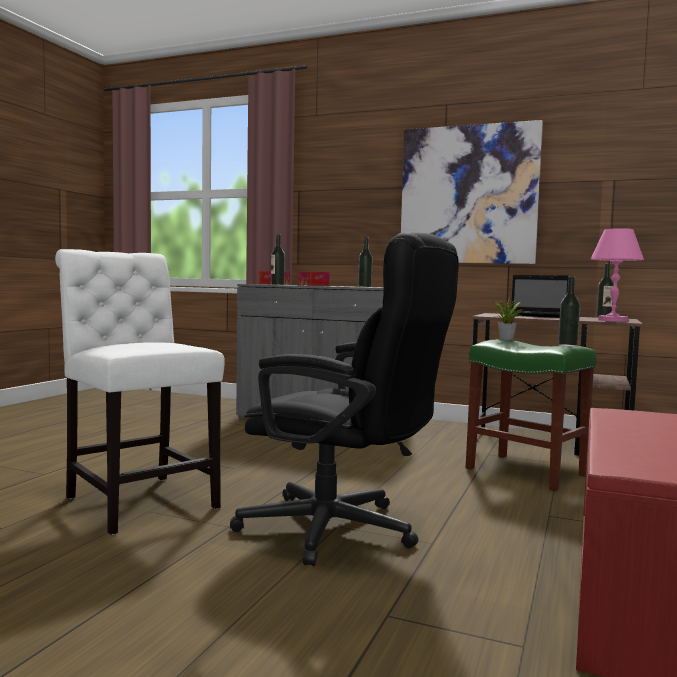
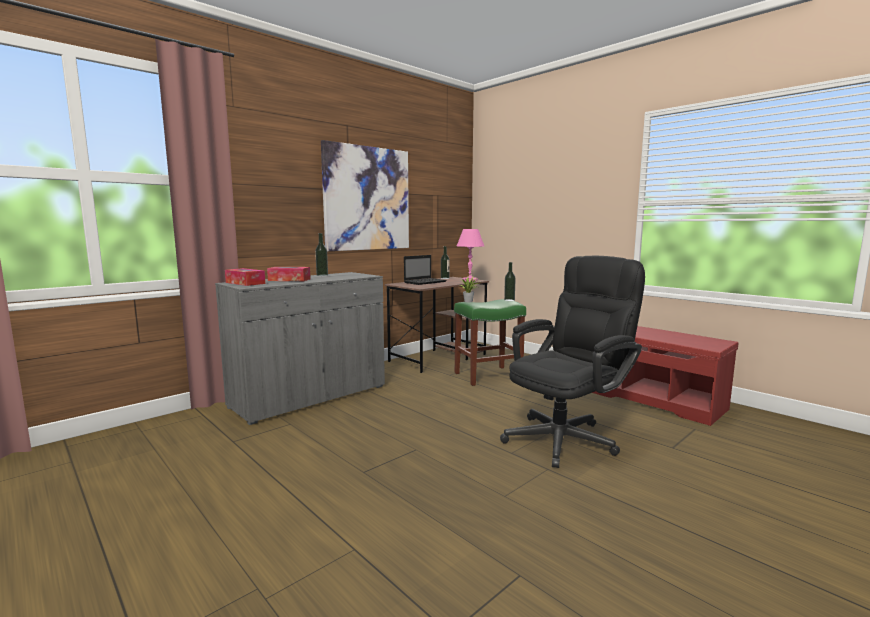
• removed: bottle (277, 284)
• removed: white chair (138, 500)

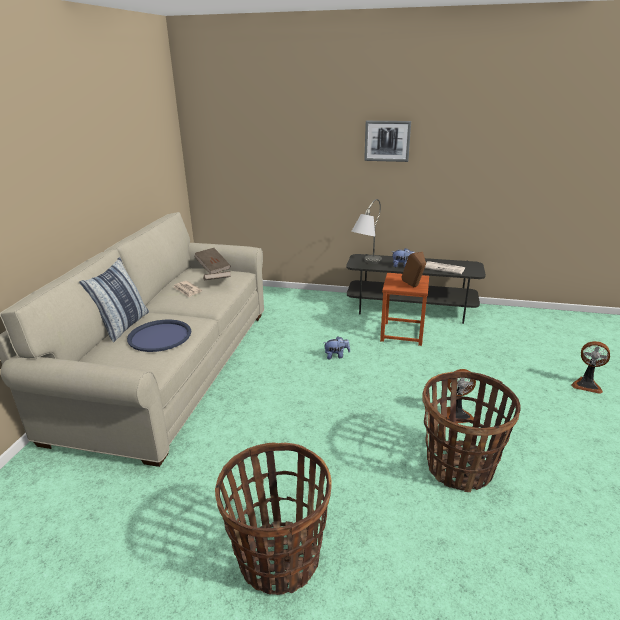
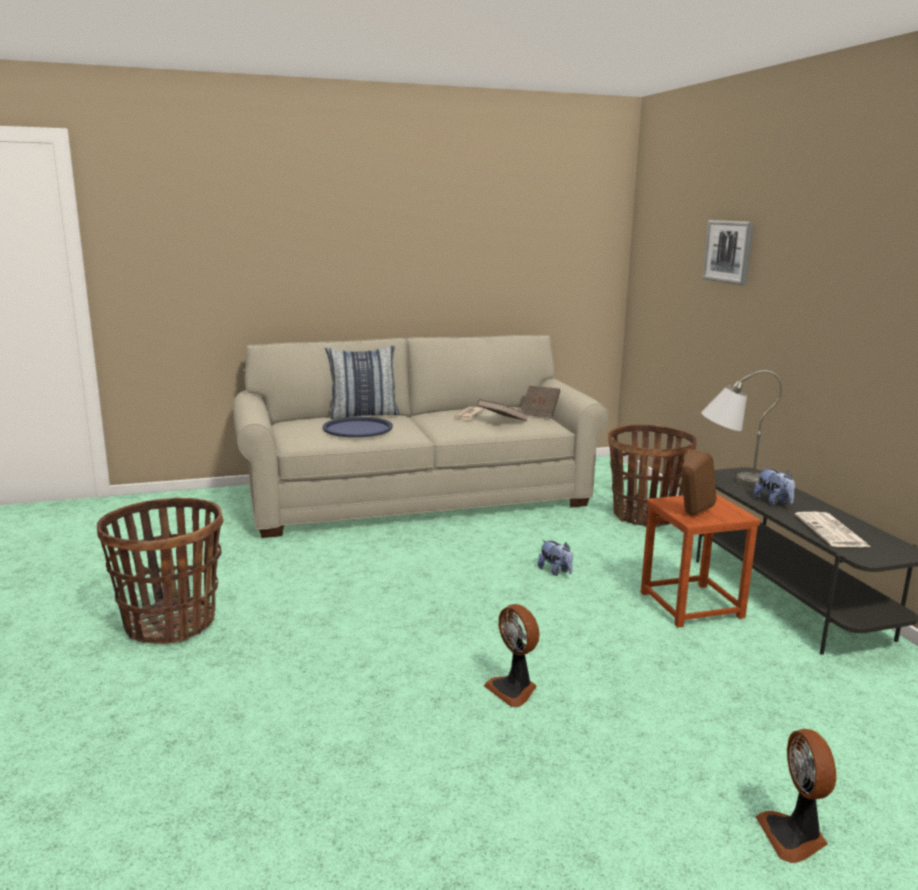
• moved: picture (387, 141) to (728, 251)
• moved: basket (459, 467) to (645, 516)

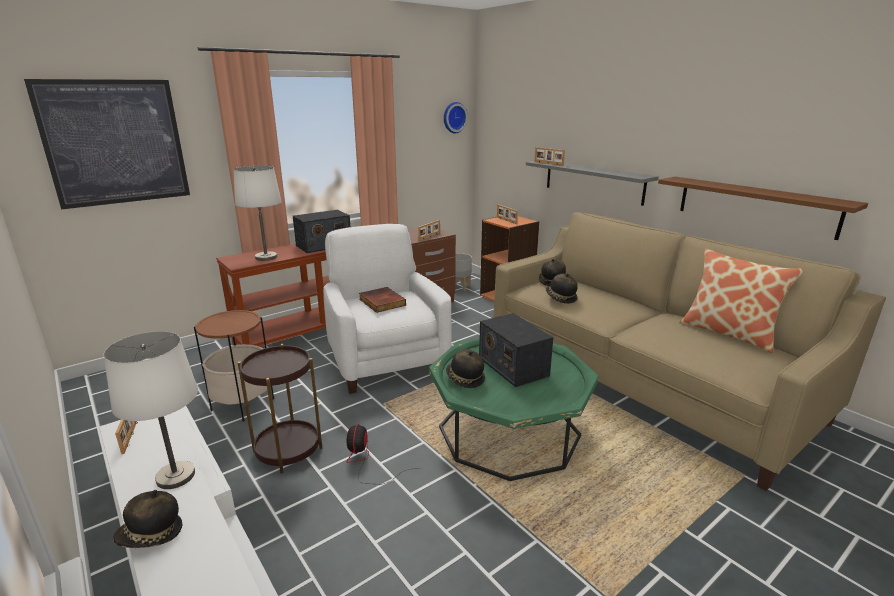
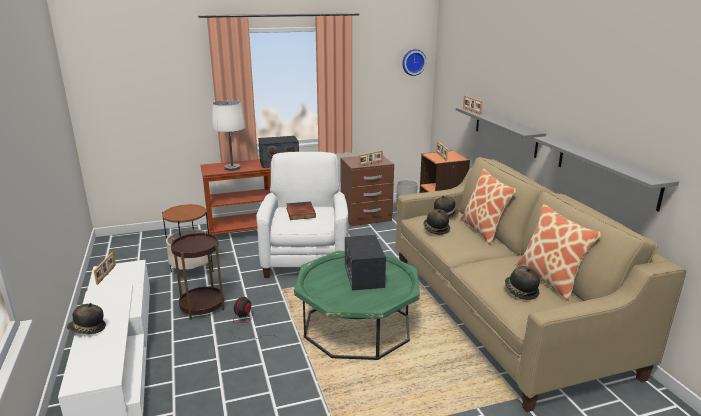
• removed: picture (115, 143)
• recoloured: brown shelf (755, 206) to grey shelf (606, 170)
• removed: white table lamp (176, 476)
• moved: hat (464, 379) to (520, 291)
• added: pillow (484, 230)

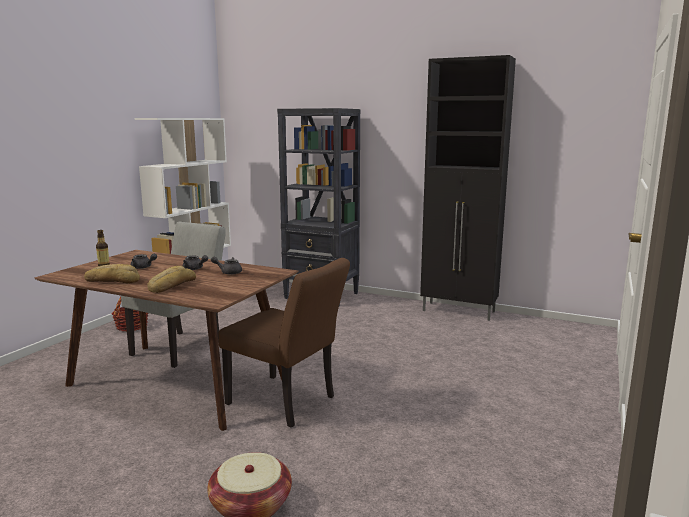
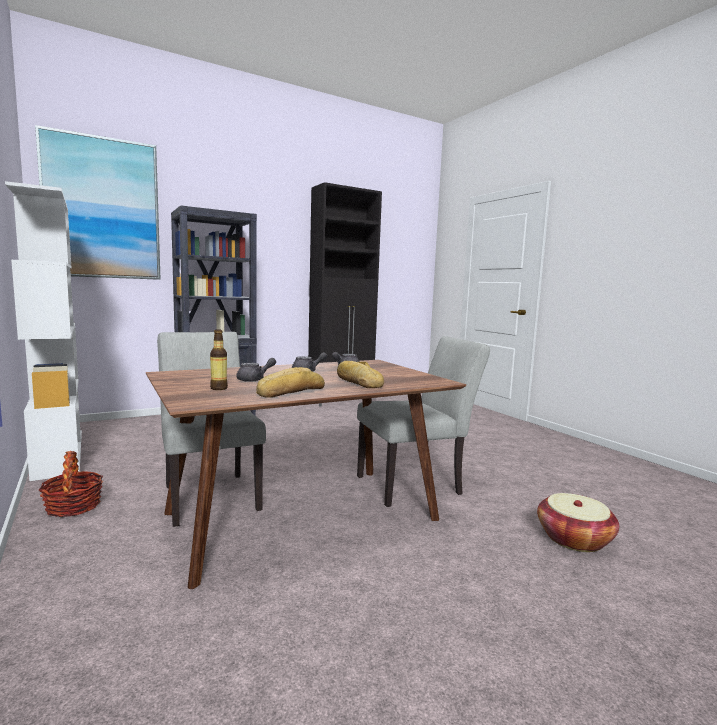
• recoloured: brown chair (287, 402) to grey chair (416, 484)
• added: picture (102, 209)

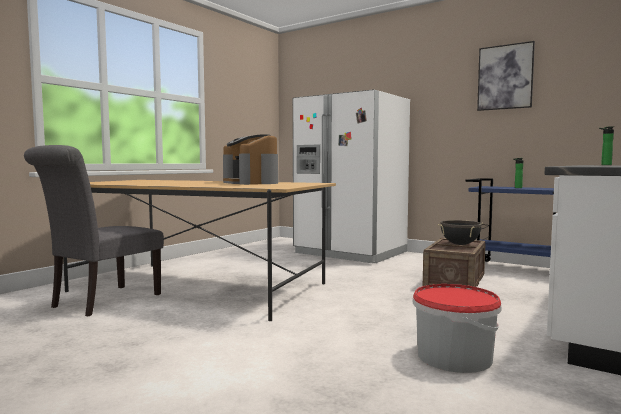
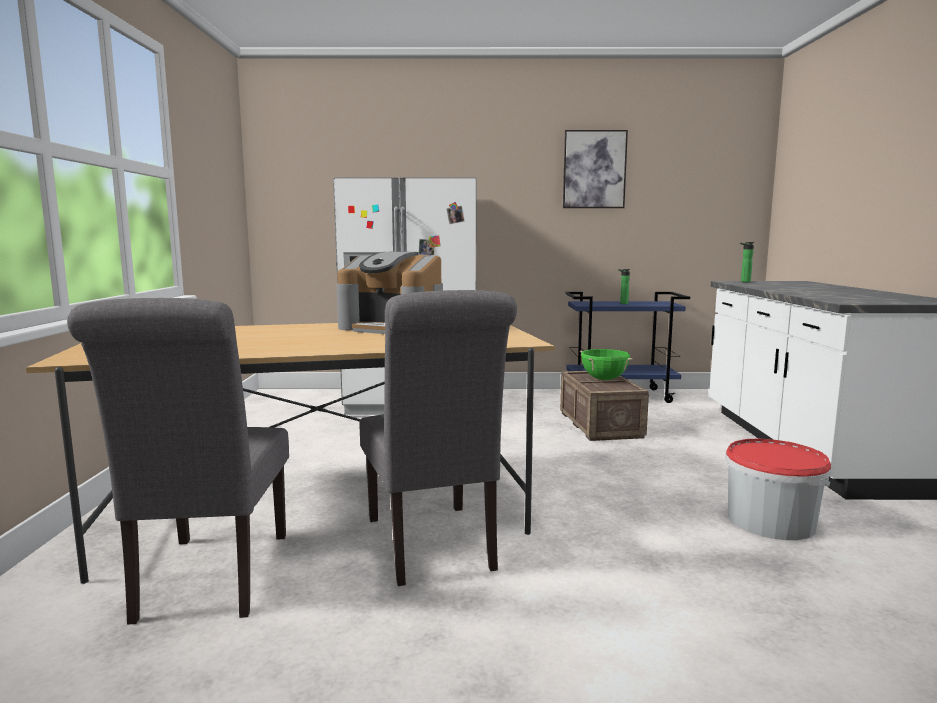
• recoloured: black cooking pot (460, 244) to green cooking pot (604, 379)
• added: grey chair (433, 547)

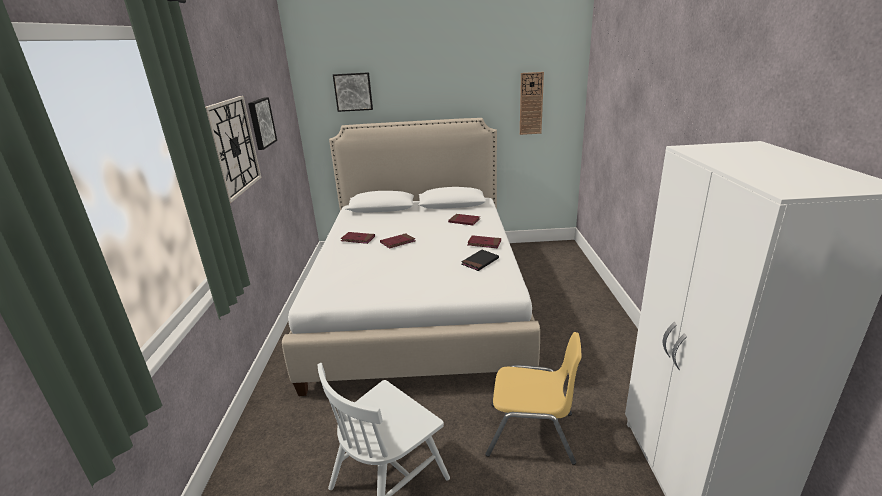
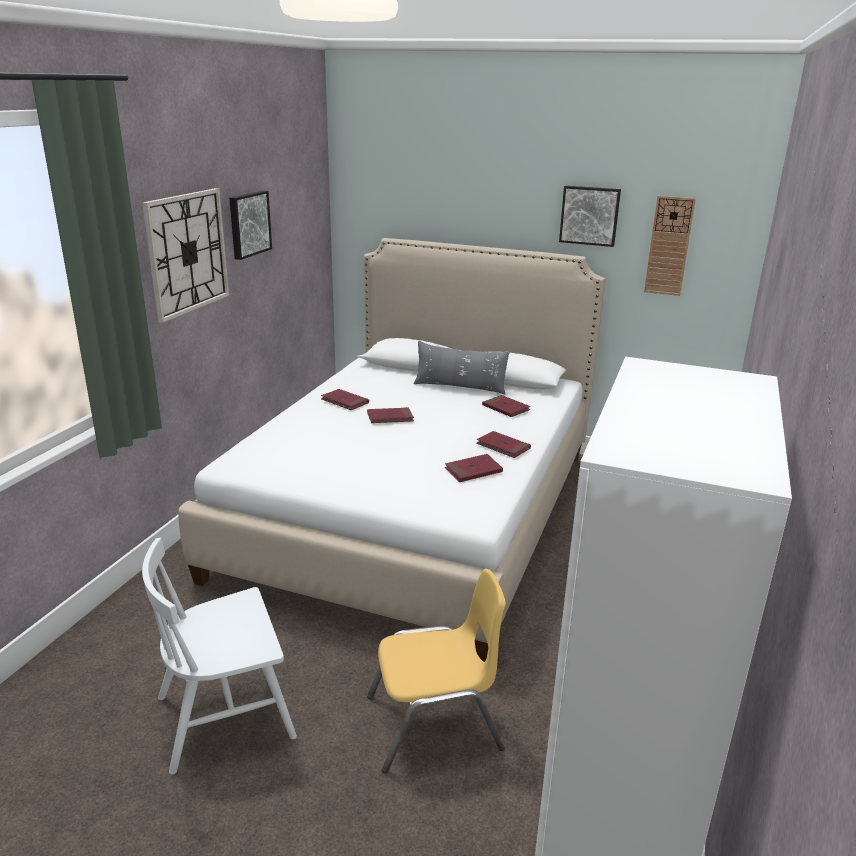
• moved: picture (353, 92) to (589, 215)
• recoloured: black book (480, 262) to red book (473, 471)
• turned: yellow chair (531, 433) = (434, 724) 45 degrees counterclockwise
• added: grey pillow (460, 387)

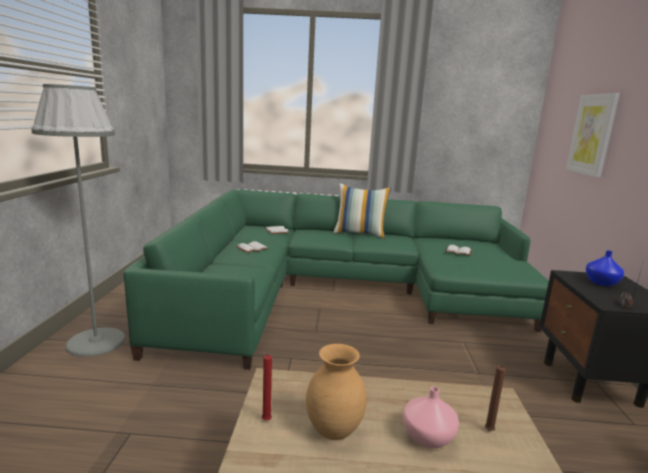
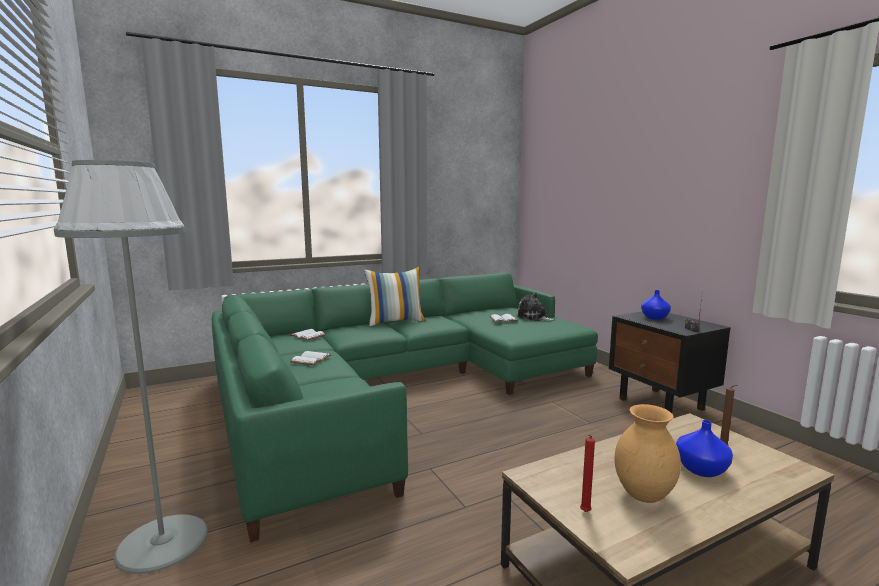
• removed: picture (592, 134)
• recoloured: pink vase (426, 437) to blue vase (700, 470)
• added: plush toy (534, 318)

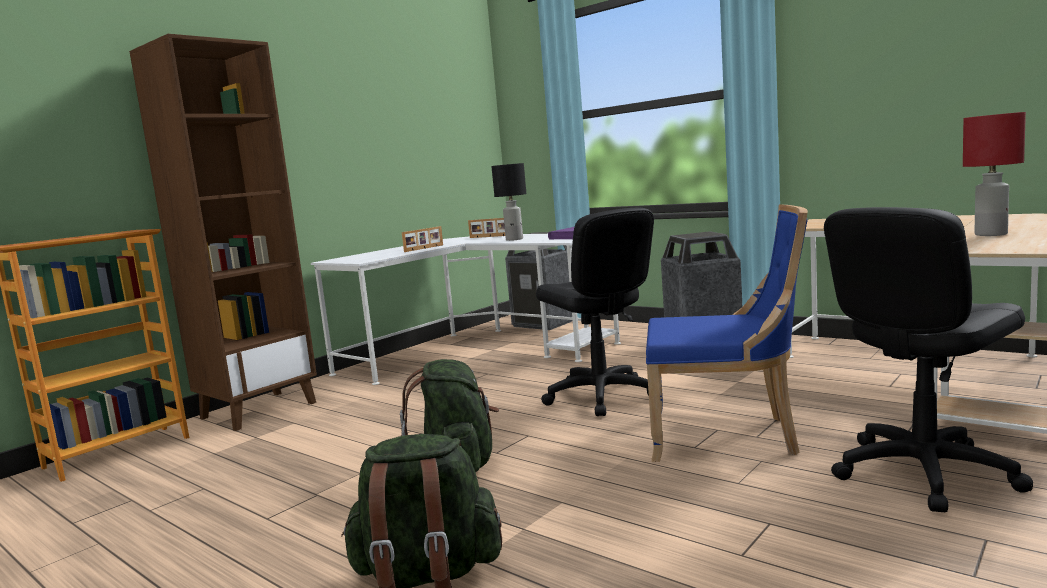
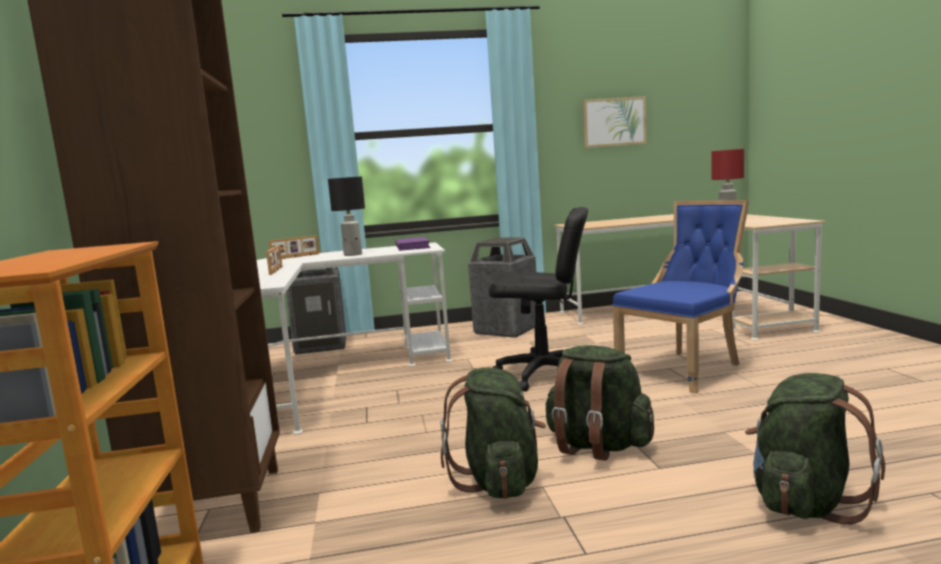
• removed: black office chair (922, 472)
• added: picture (614, 122)
• added: green backpack (499, 481)

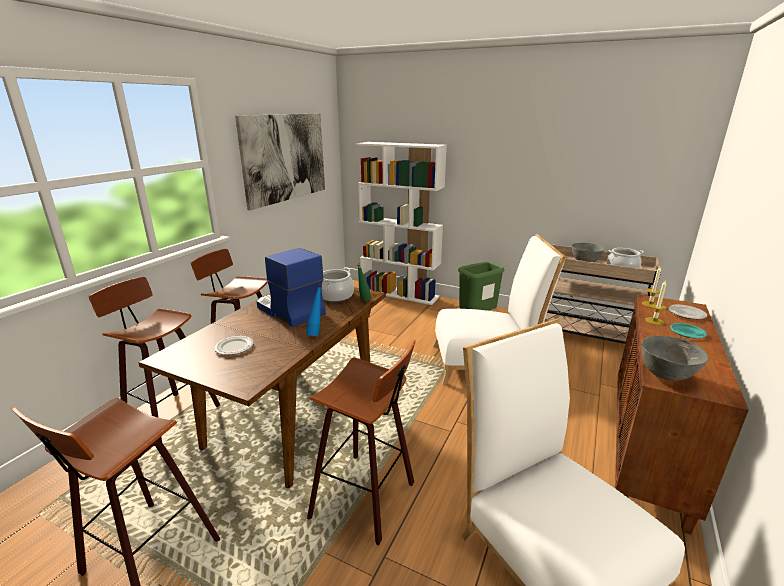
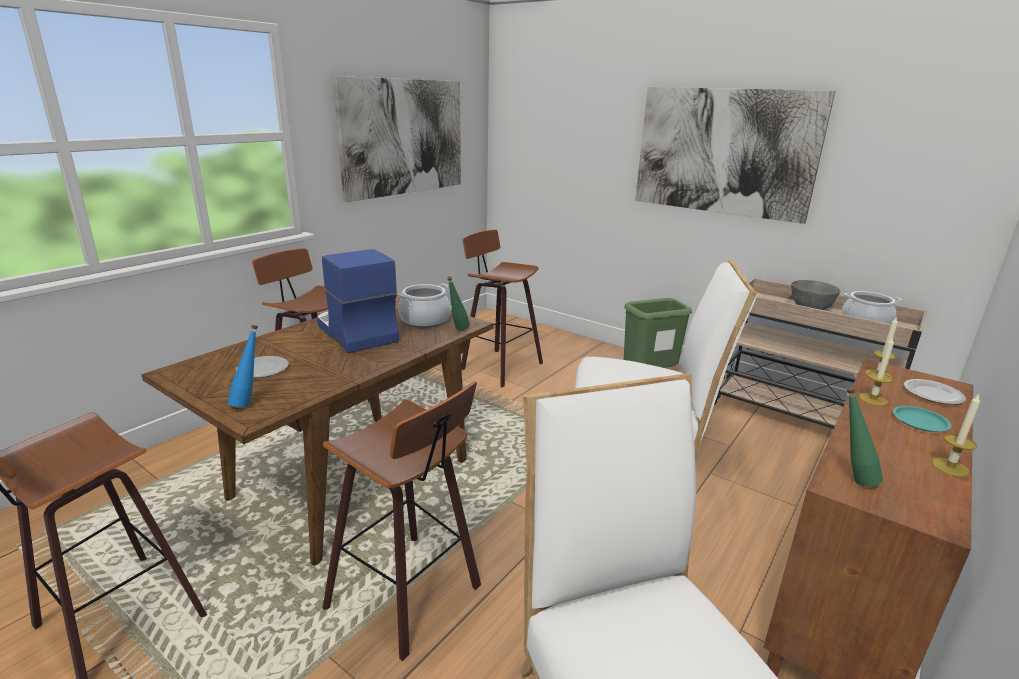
• removed: white bookcase (400, 294)
• moved: stool (168, 417) to (498, 366)
• moved: blue bottle (316, 333) to (249, 402)
• replaced: grey bowl (665, 375) to green bottle (851, 479)
• added: picture (724, 152)
• added: candle (950, 467)

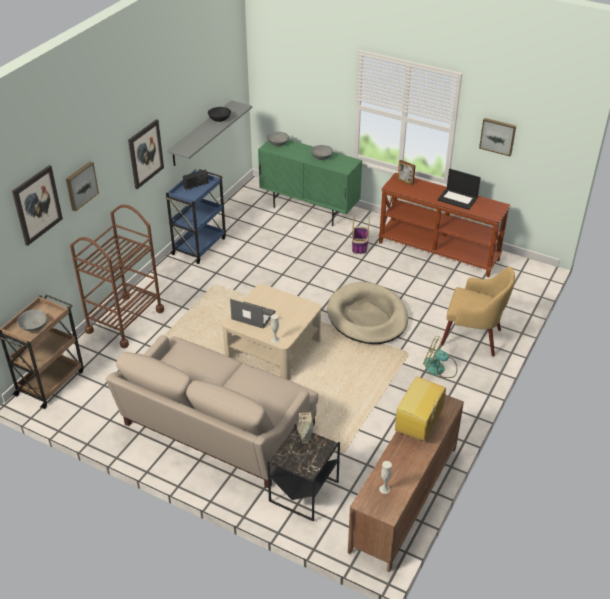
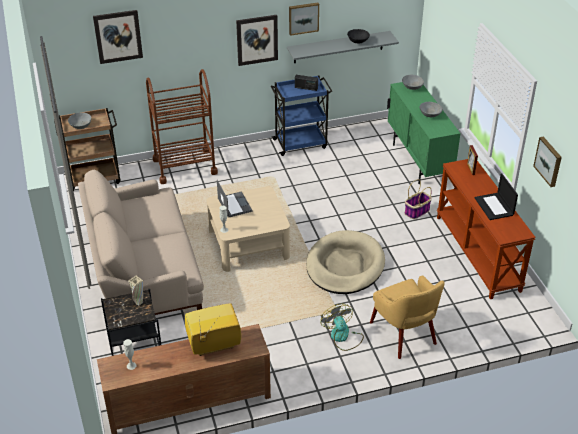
• moved: picture (81, 185) to (303, 18)

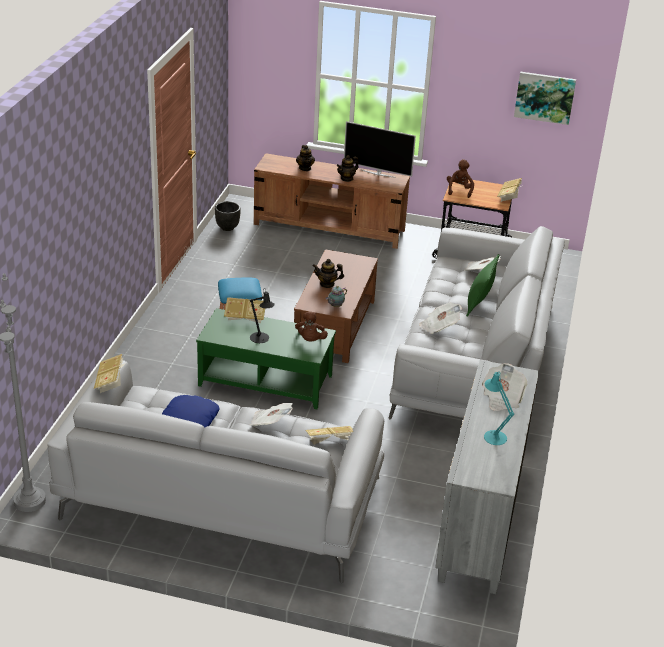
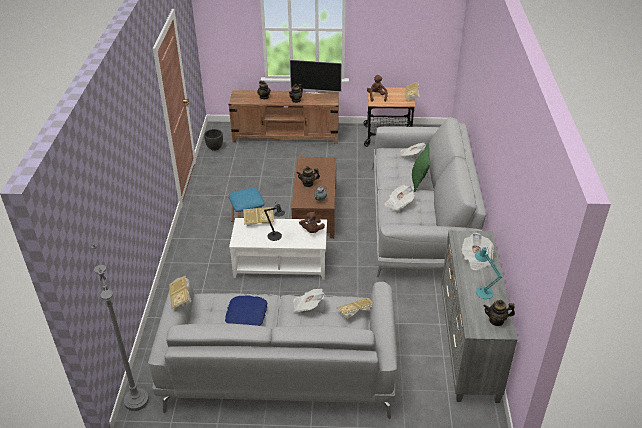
• removed: picture (544, 97)
• recoloured: green coffee table (265, 381) to white coffee table (280, 264)
• added: teapot (496, 320)

